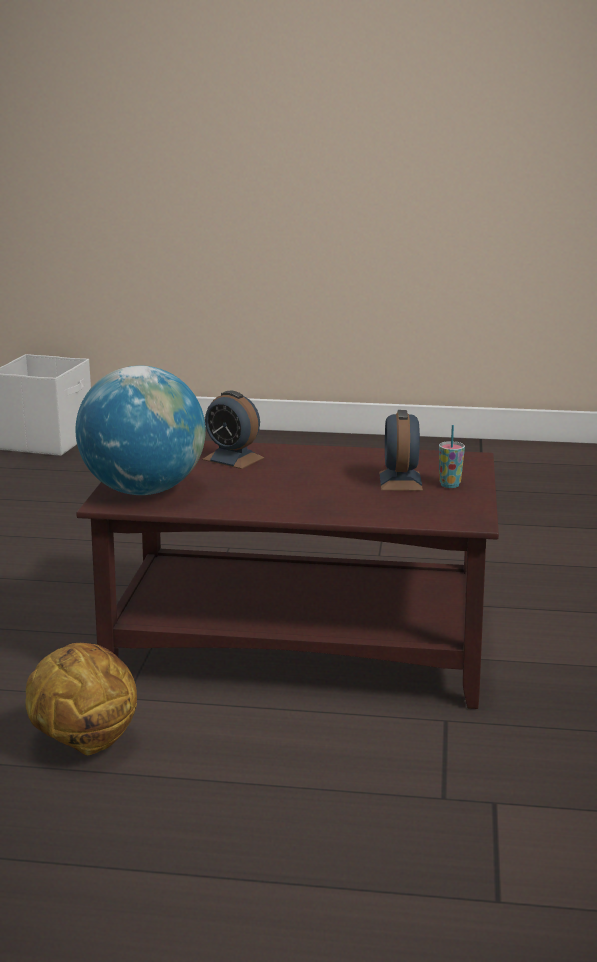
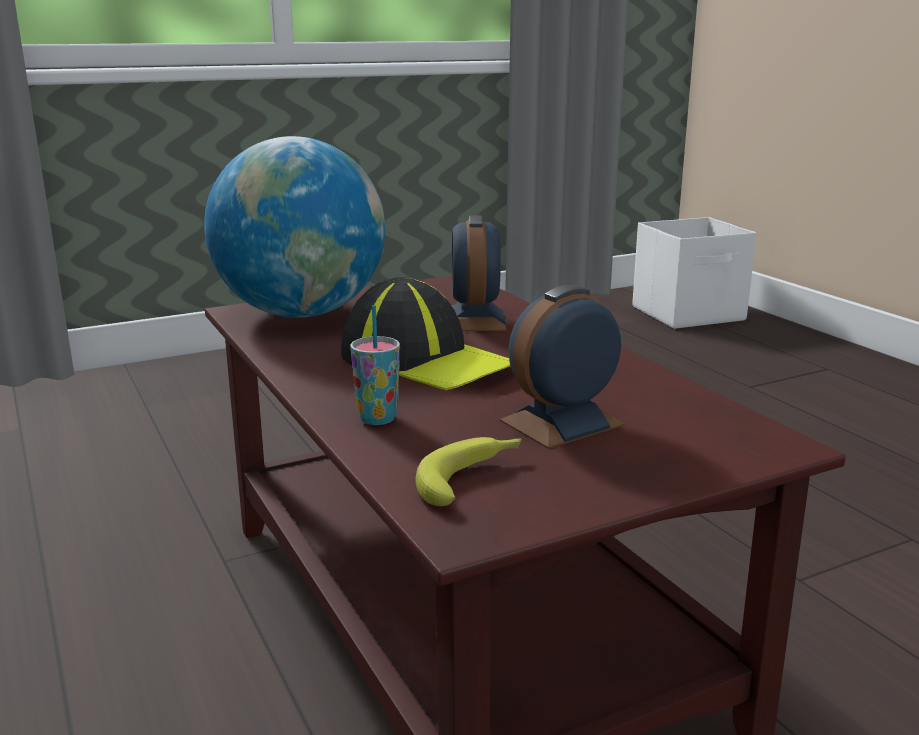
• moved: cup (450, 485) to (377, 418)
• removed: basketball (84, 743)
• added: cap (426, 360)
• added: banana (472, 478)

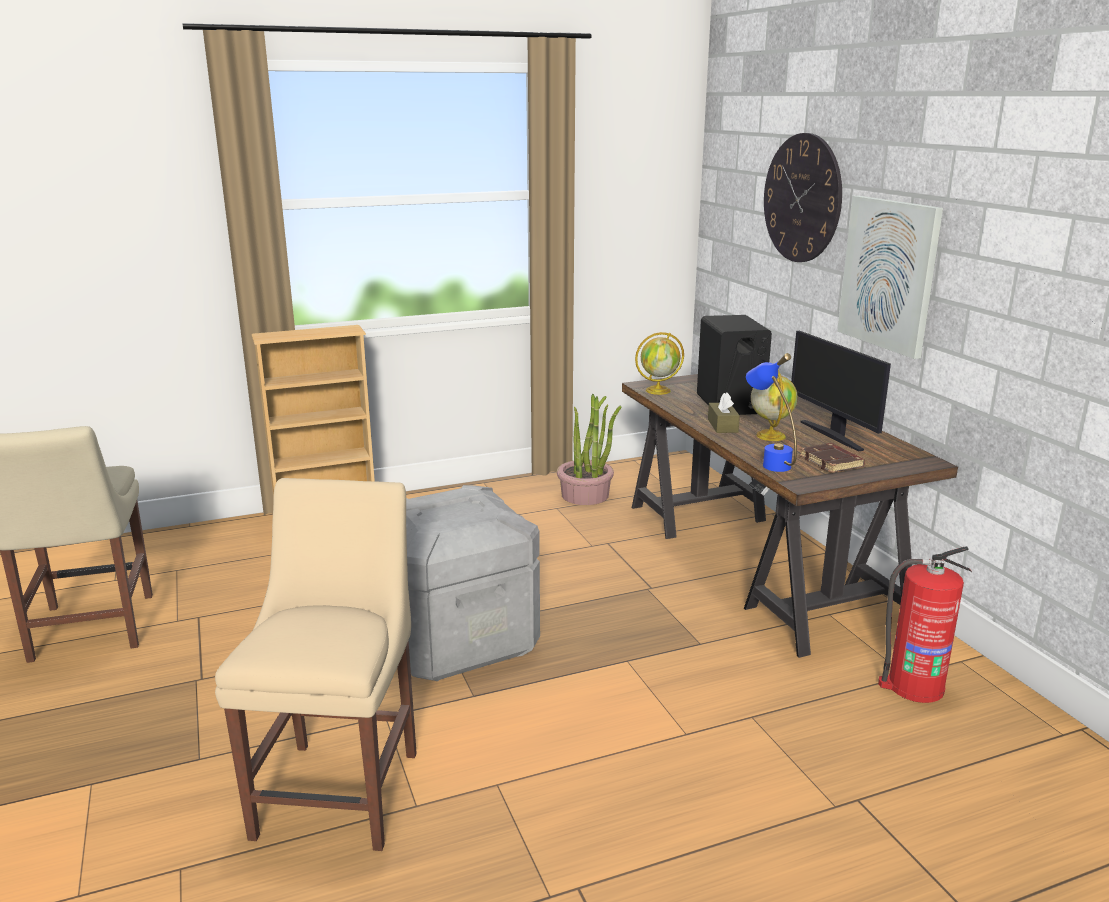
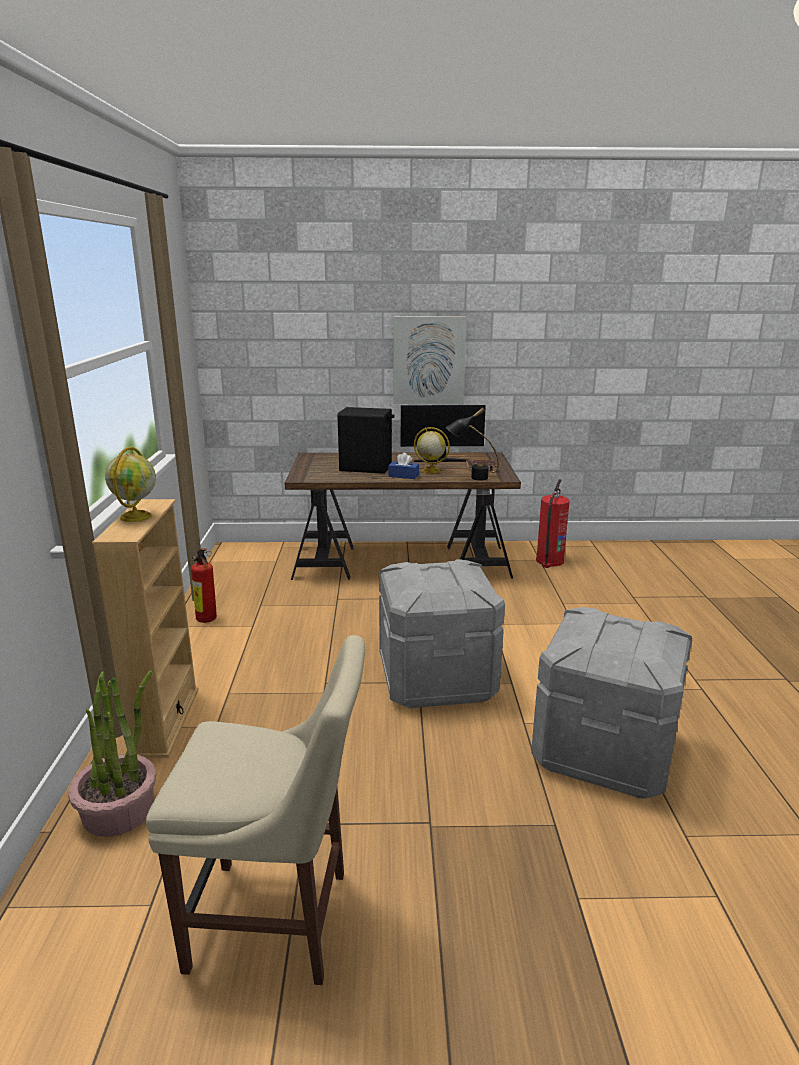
• removed: wall clock (802, 198)
• moved: globe (658, 390) to (136, 516)
• recoloured: blue table lamp (769, 461) to black table lamp (471, 478)
• recoloured: brown tissue box (722, 426) to blue tissue box (403, 476)
• moved: potted plant (585, 495) to (119, 810)
• replaced: beige chair (342, 787) to grey storage box (603, 751)
• added: fire extinguisher (207, 620)

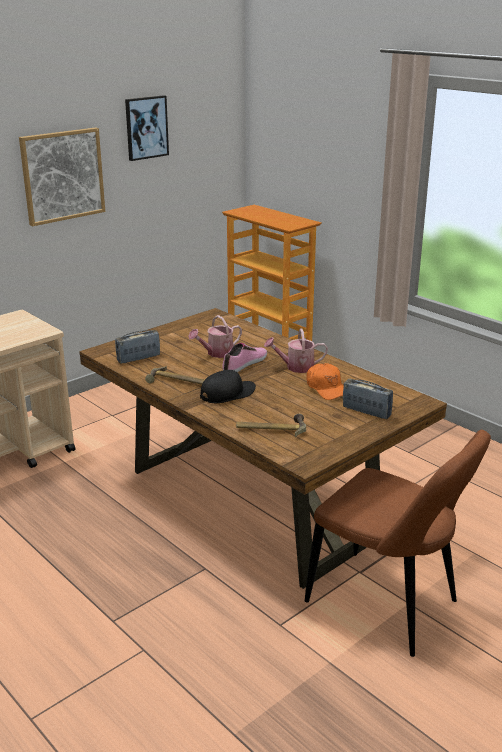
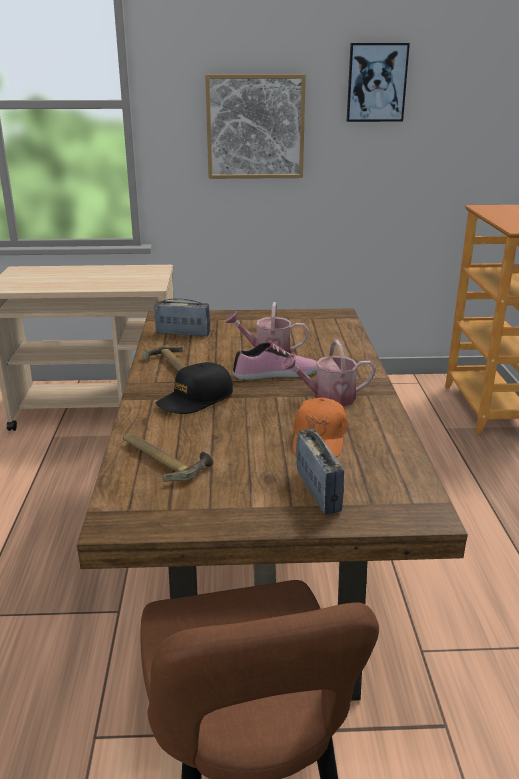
• turned: watering can (296, 367) = (328, 398) 45 degrees counterclockwise
• turned: black cap (227, 394) = (195, 399) 135 degrees clockwise

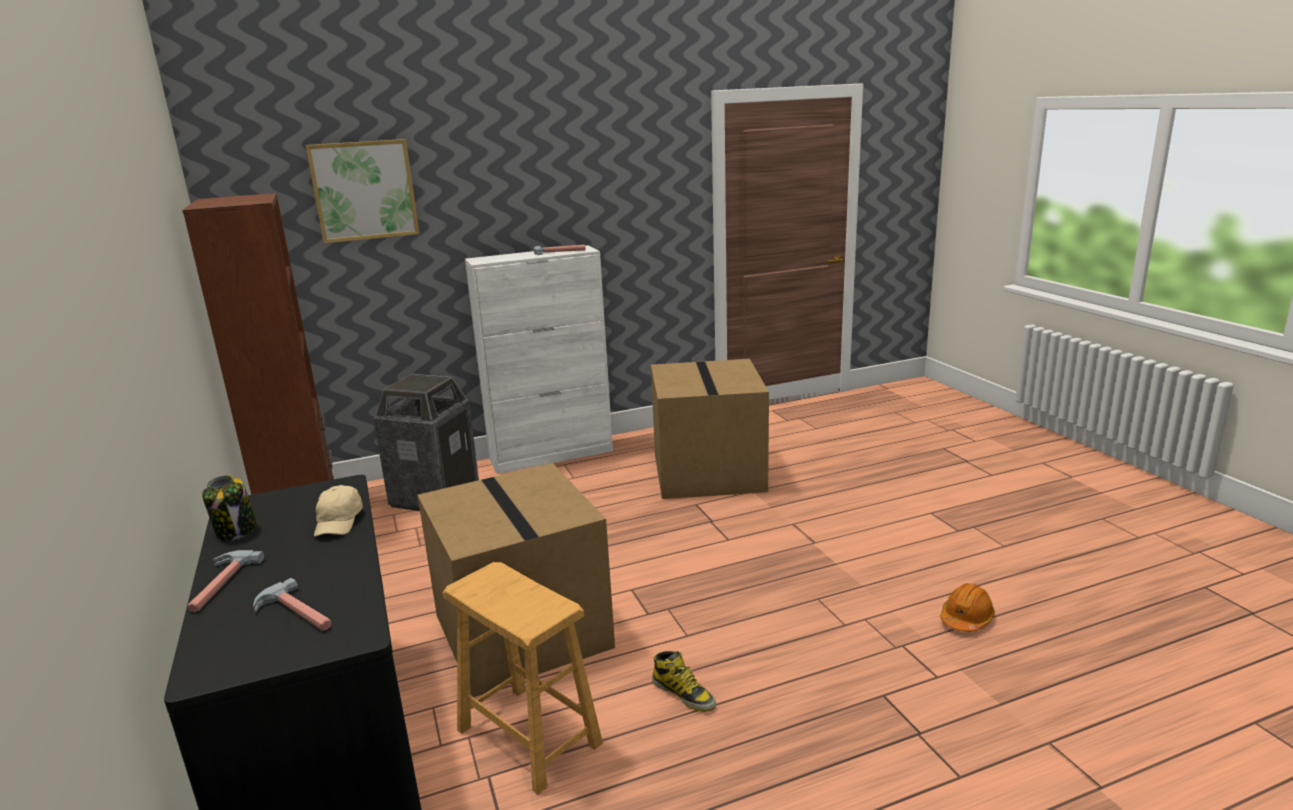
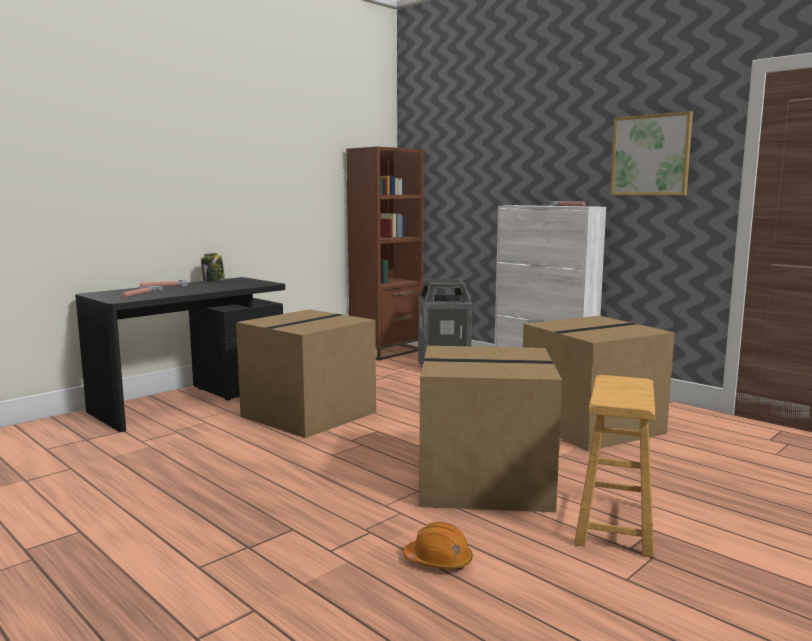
• moved: picture (364, 190) to (650, 155)
• removed: beige cap (339, 522)
• moved: brown stool (529, 736) to (615, 525)
• removed: boot (684, 693)
• added: cardboard box (483, 482)

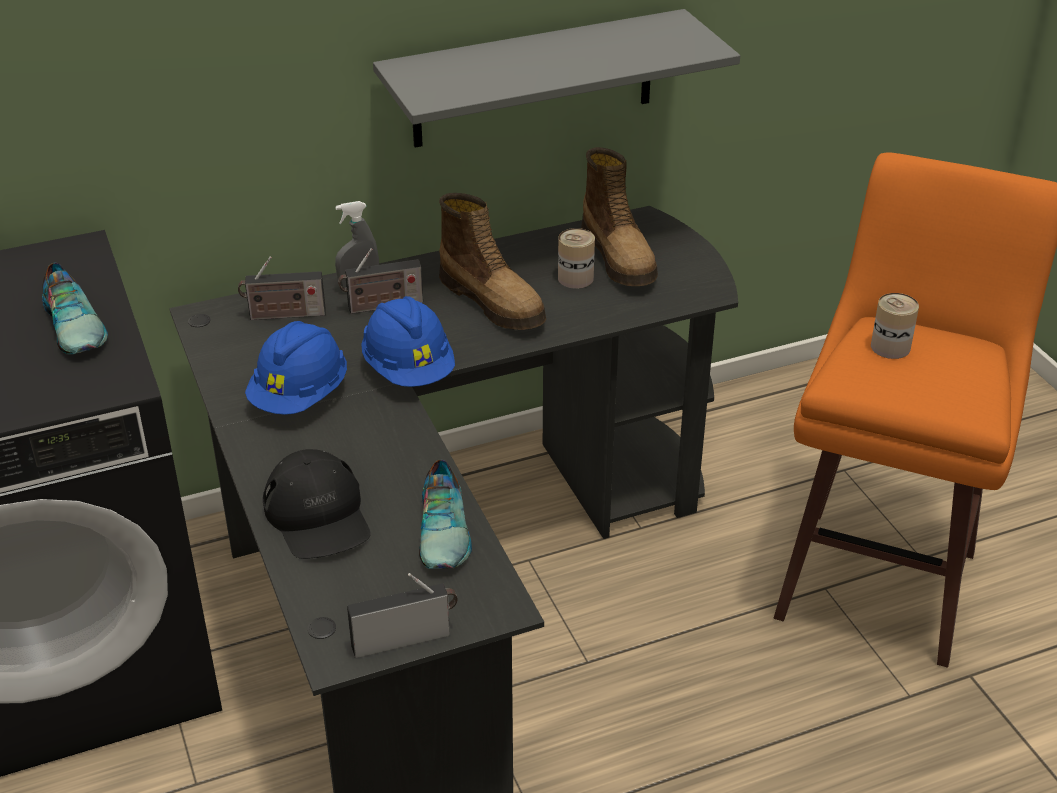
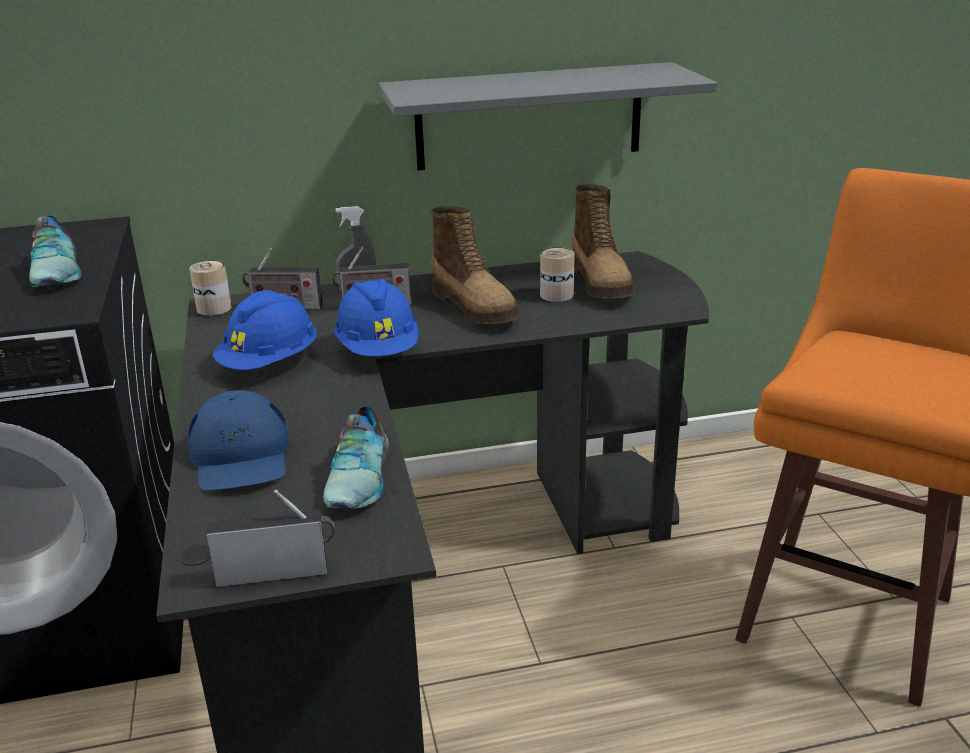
• moved: can (890, 347) to (214, 308)
• recoloured: black cap (318, 515) to blue cap (241, 456)

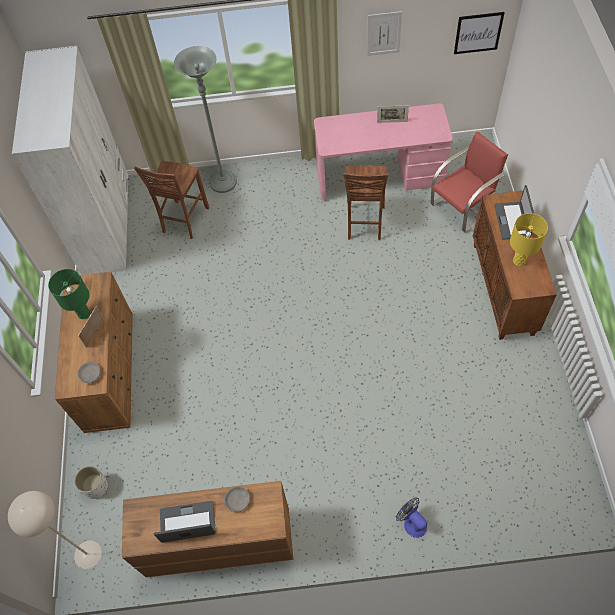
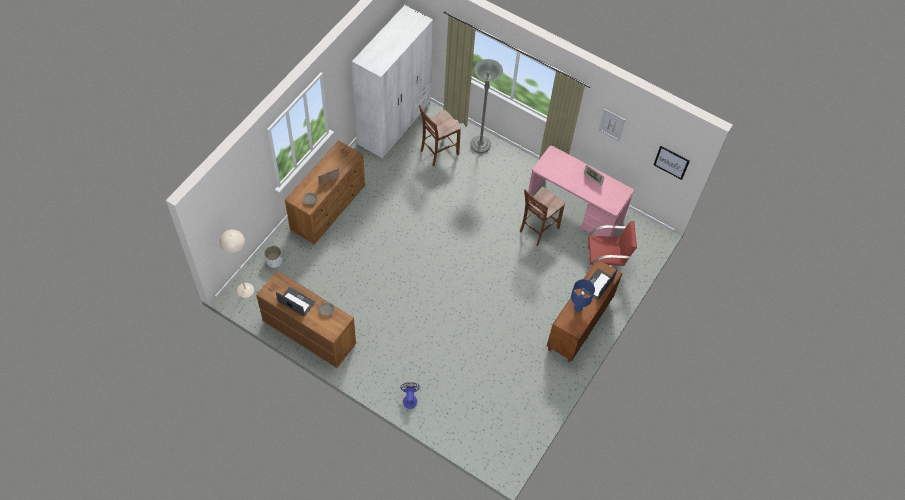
• recoloured: yellow table lamp (519, 261) to blue table lamp (578, 308)
• removed: green table lamp (84, 314)

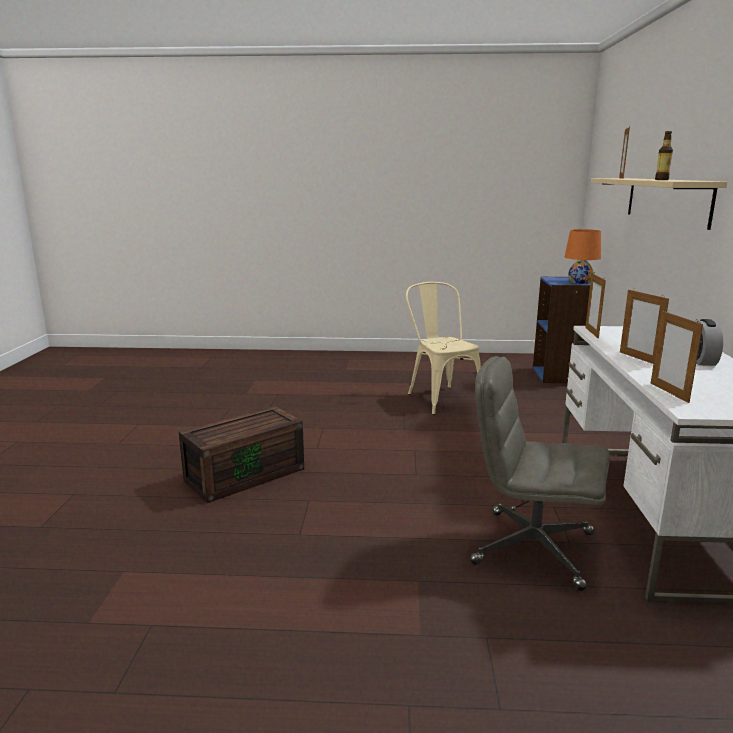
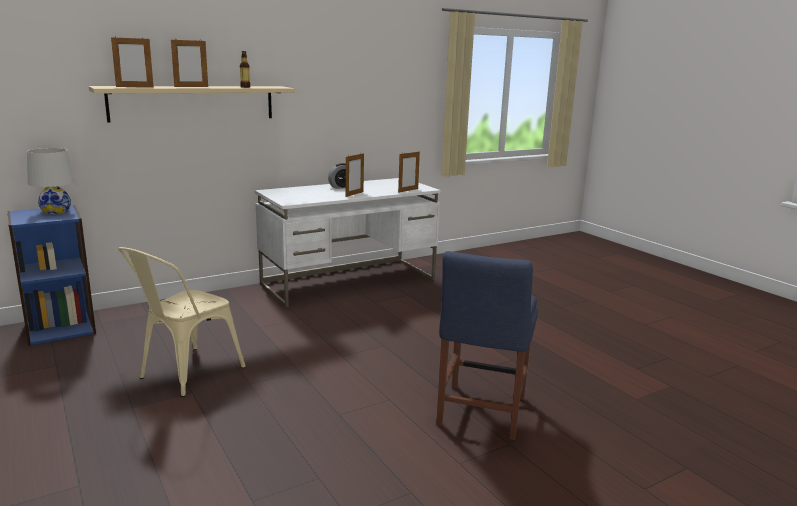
• recoloured: orange table lamp (580, 282) to white table lamp (56, 211)
• moved: picture frame (591, 333) to (191, 86)
• removed: grey office chair (531, 548)
• replaced: brown storage box (245, 474) to blue chair (480, 413)

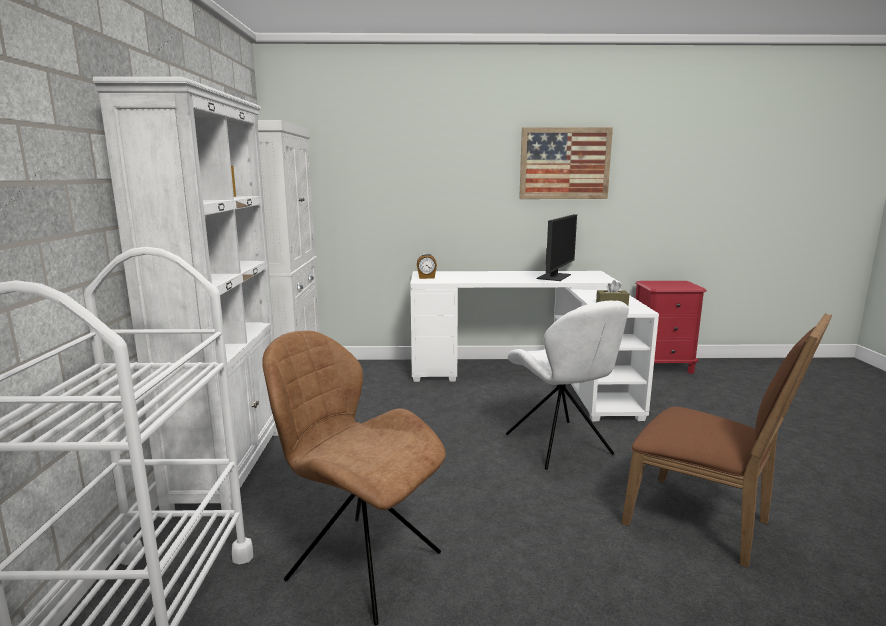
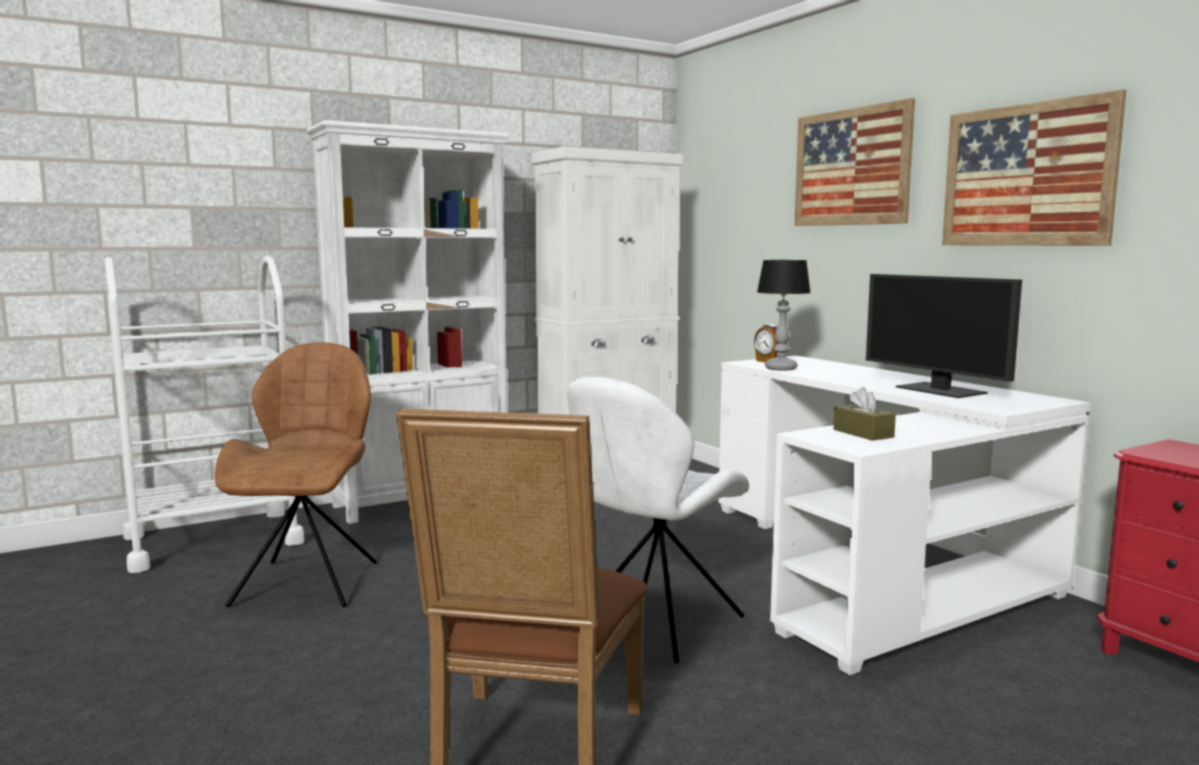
• turned: monitor (554, 276) = (940, 390) 60 degrees clockwise
• added: picture (851, 167)
• added: table lamp (780, 368)

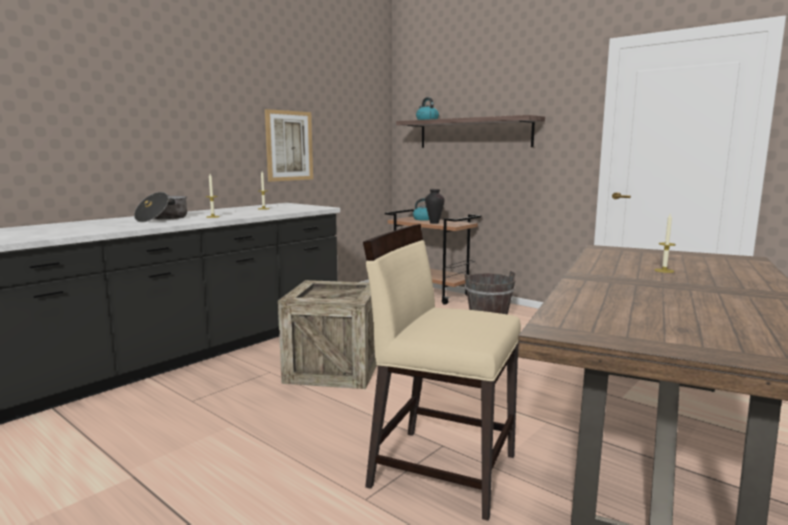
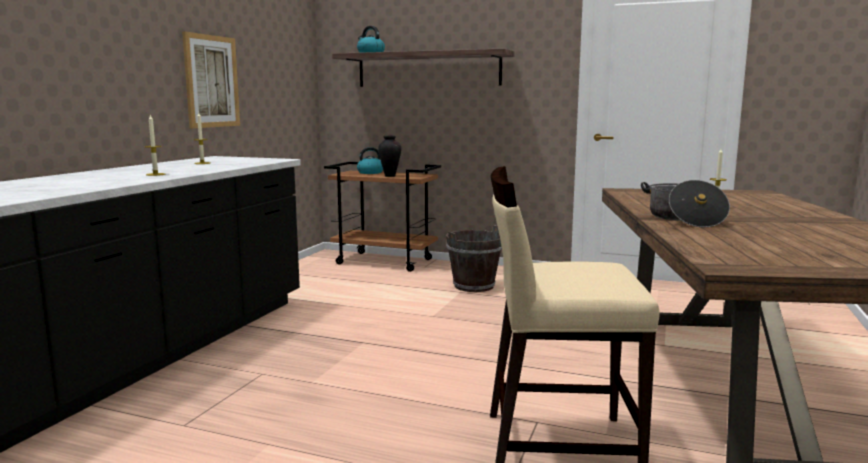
• moved: cooking pot (162, 218) to (683, 219)
• removed: crate (334, 369)

